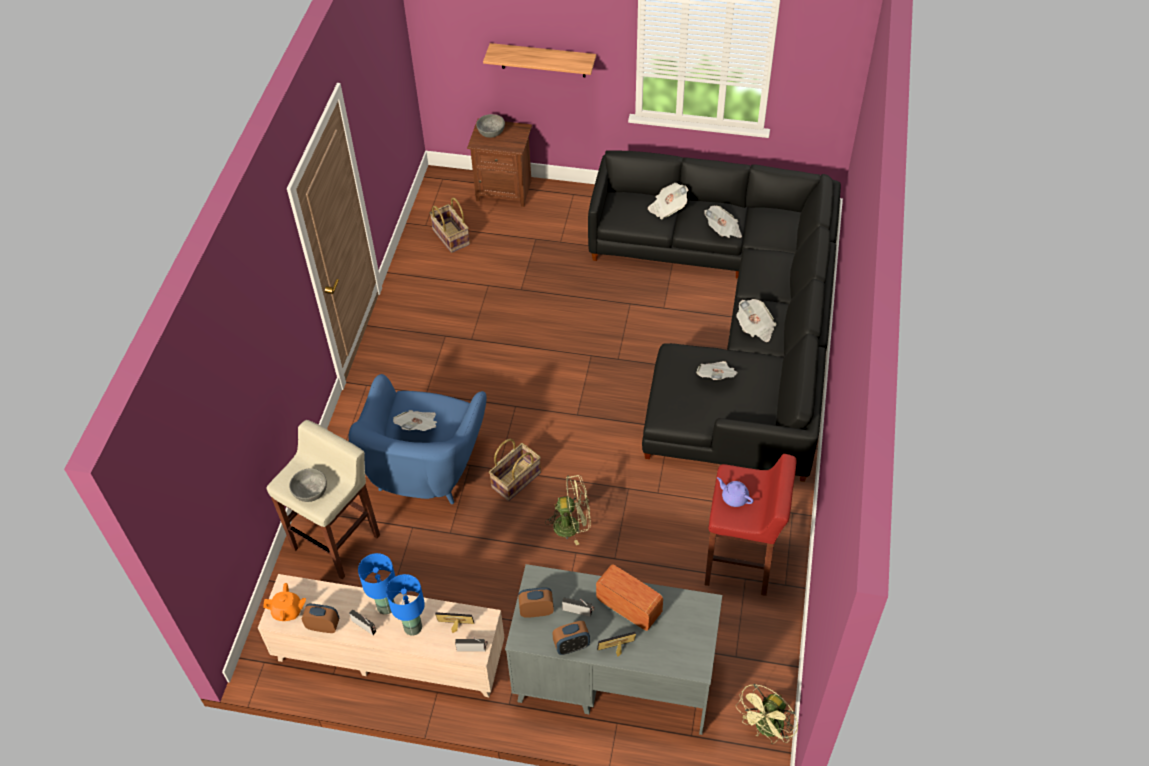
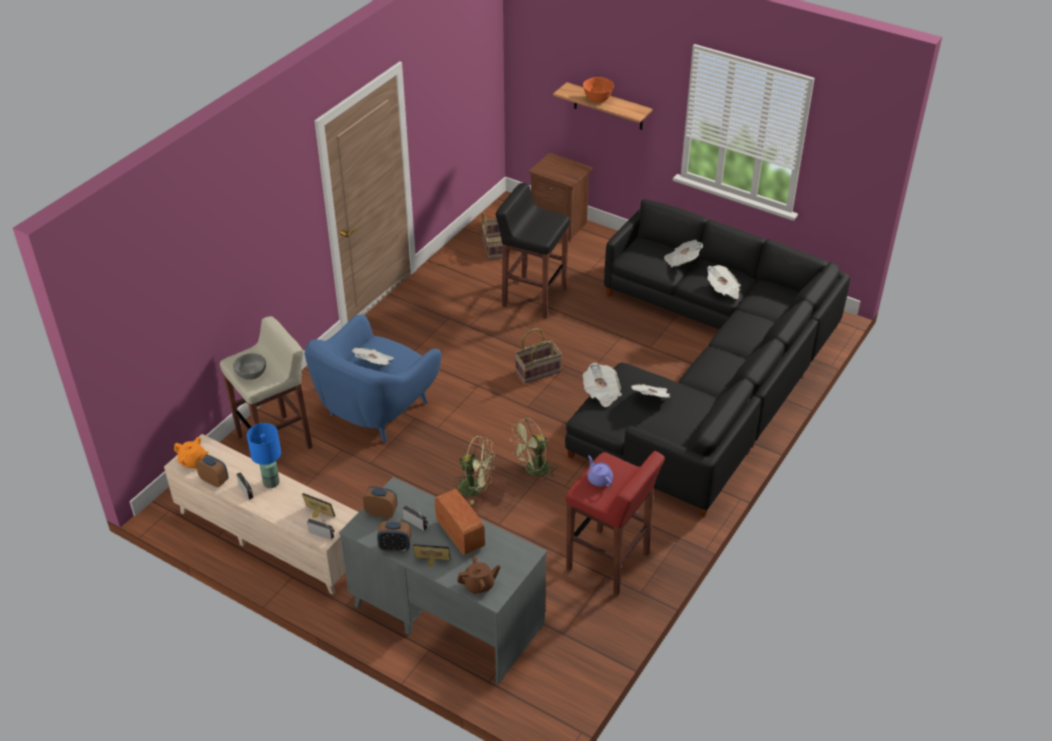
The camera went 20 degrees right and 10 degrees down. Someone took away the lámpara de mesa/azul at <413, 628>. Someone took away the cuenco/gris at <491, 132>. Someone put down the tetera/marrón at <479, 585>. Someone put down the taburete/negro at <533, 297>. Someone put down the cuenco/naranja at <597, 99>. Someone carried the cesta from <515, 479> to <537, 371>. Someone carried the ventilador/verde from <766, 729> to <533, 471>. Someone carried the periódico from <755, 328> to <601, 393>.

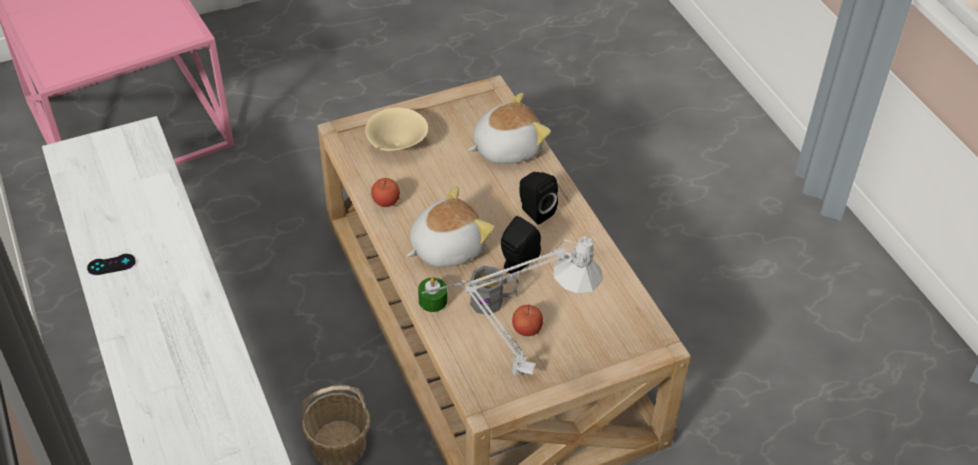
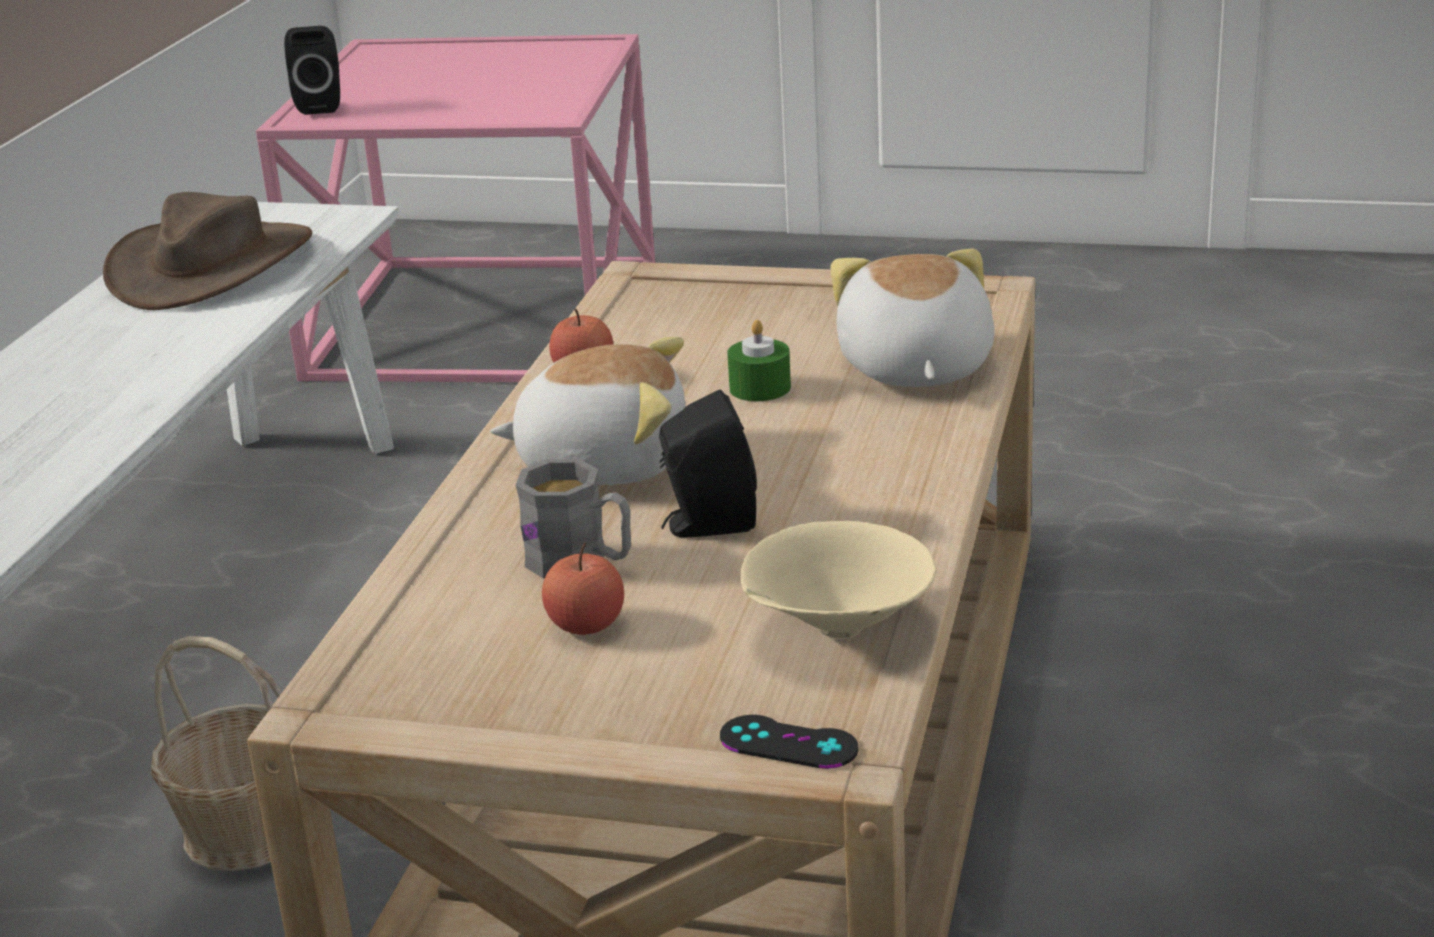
The camera went 40 degrees right and 20 degrees down. Someone took away the lámpara de mesa/gris at <504, 373>. Someone put down the sombrero/marrón at <211, 266>. Someone carried the mando de consola/negro from <111, 264> to <788, 743>. Someone carried the cuenco/beis from <396, 146> to <836, 628>. Someone carried the vela/verde from <433, 300> to <760, 388>. Someone carried the altavoz/negro from <534, 211> to <321, 106>. Someone rotated the peluche at <506, 148> by 105 degrees counterclockwise.

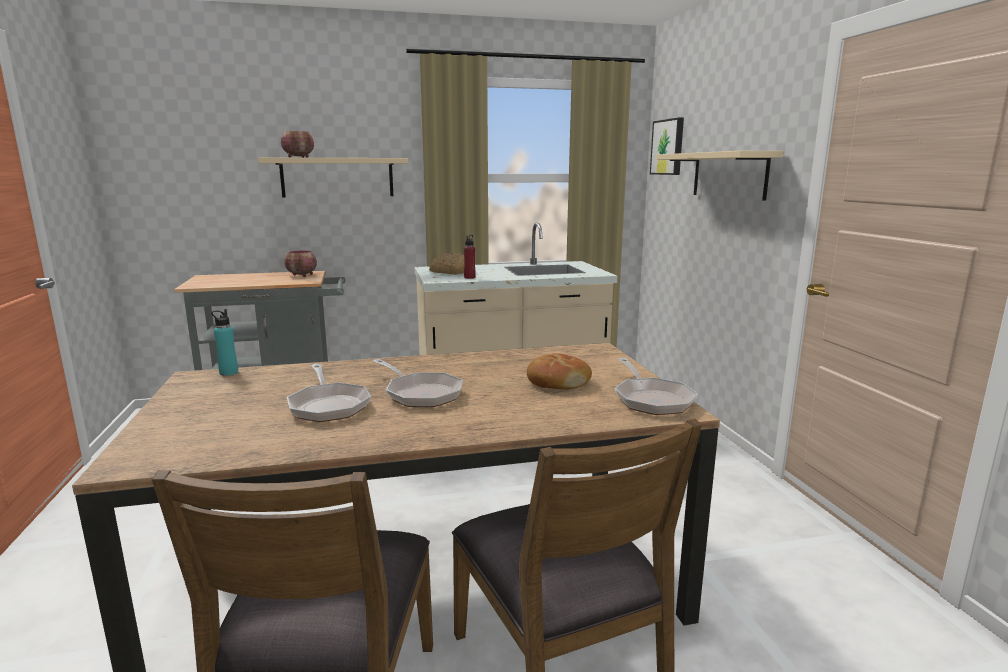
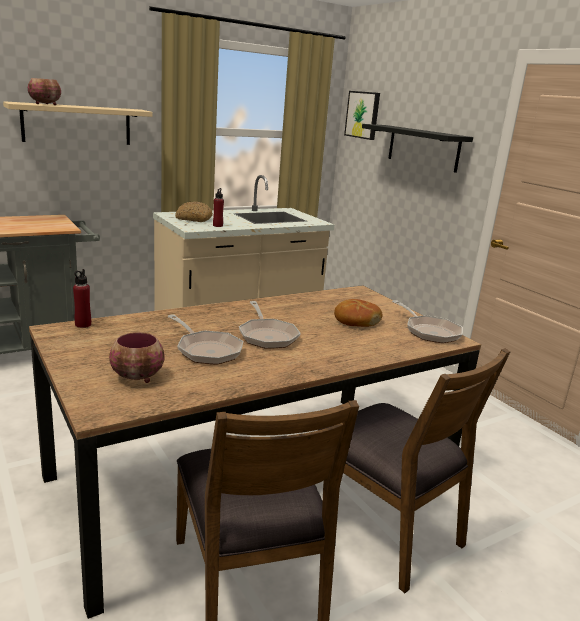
The camera went 20 degrees left and 5 degrees up. Someone carried the cuenco from <302, 275> to <138, 377>. Someone repainted the botella/turquesa at <228, 372>, which became the botella/rojo at <83, 324>. Someone repainted the estante/beis at <729, 175>, which became the estante/negro at <423, 148>. Someone rotated the sartén at <420, 393> by 45 degrees clockwise.

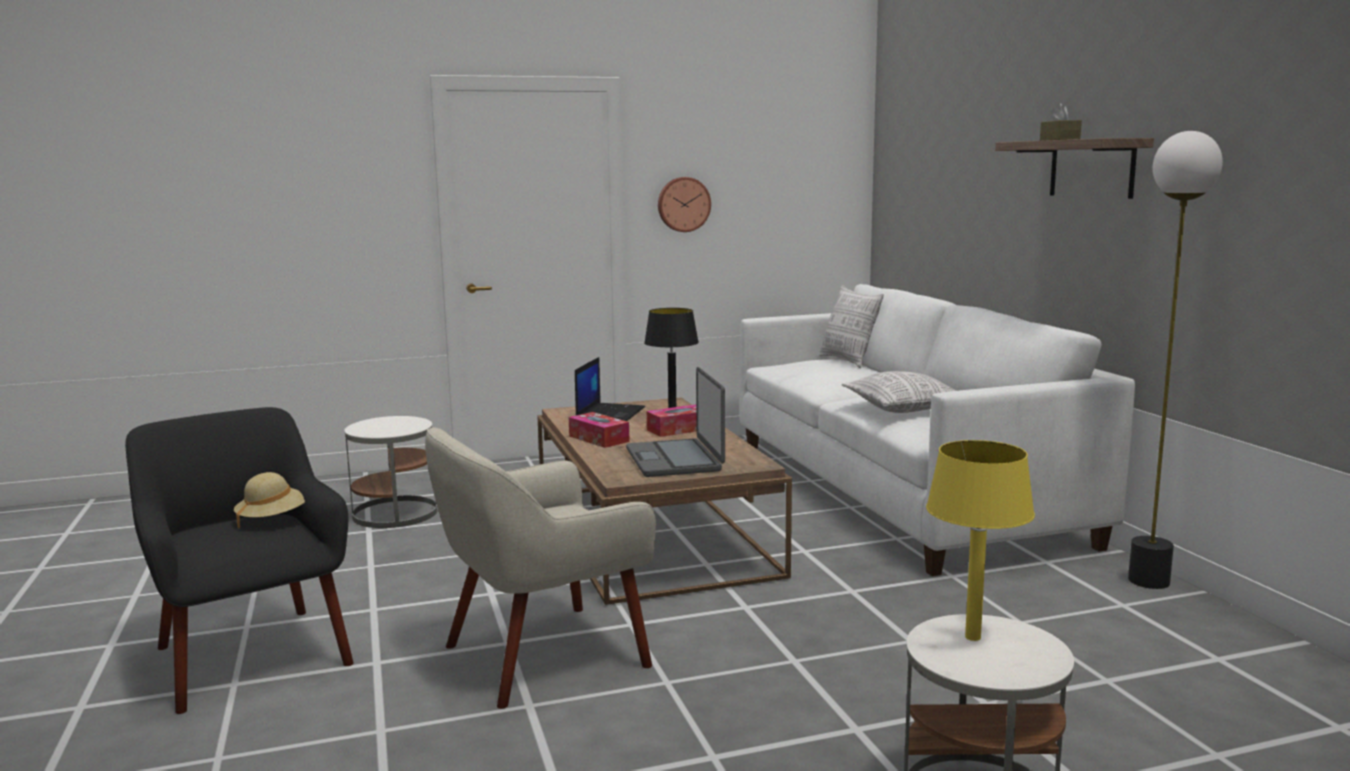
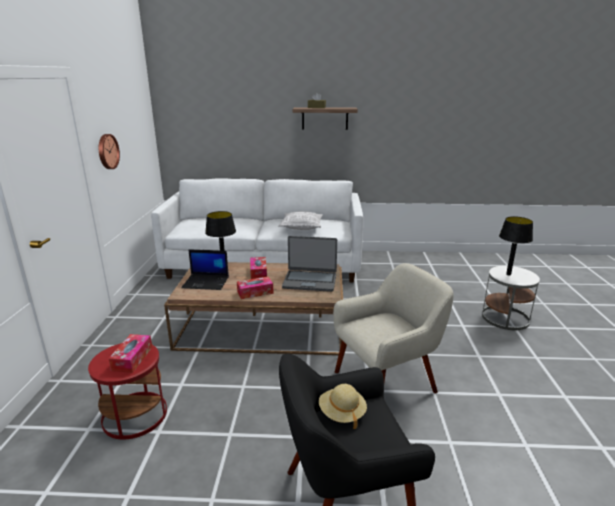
The camera went 70 degrees left and 10 degrees up. Someone took away the cojín at <848, 361>. Someone took away the lámpara de pie at <1149, 581>. Someone put down the caja de pañuelos at <132, 358>. Someone repainted the mesa auxiliar/blanco at <395, 513>, which became the mesa auxiliar/rojo at <134, 415>. Someone repainted the lámpara de mesa/amarillo at <972, 637>, which became the lámpara de mesa/negro at <508, 274>. Someone rotated the sillón/beis at <541, 655> by 105 degrees counterclockwise. Someone rotated the portátil at <610, 414> by 150 degrees clockwise.

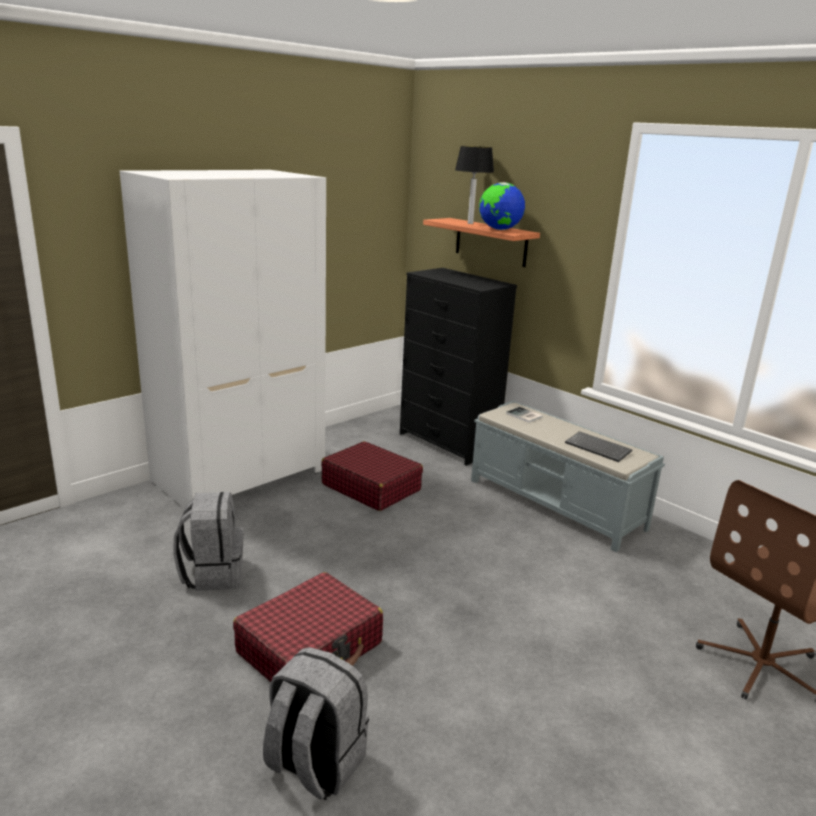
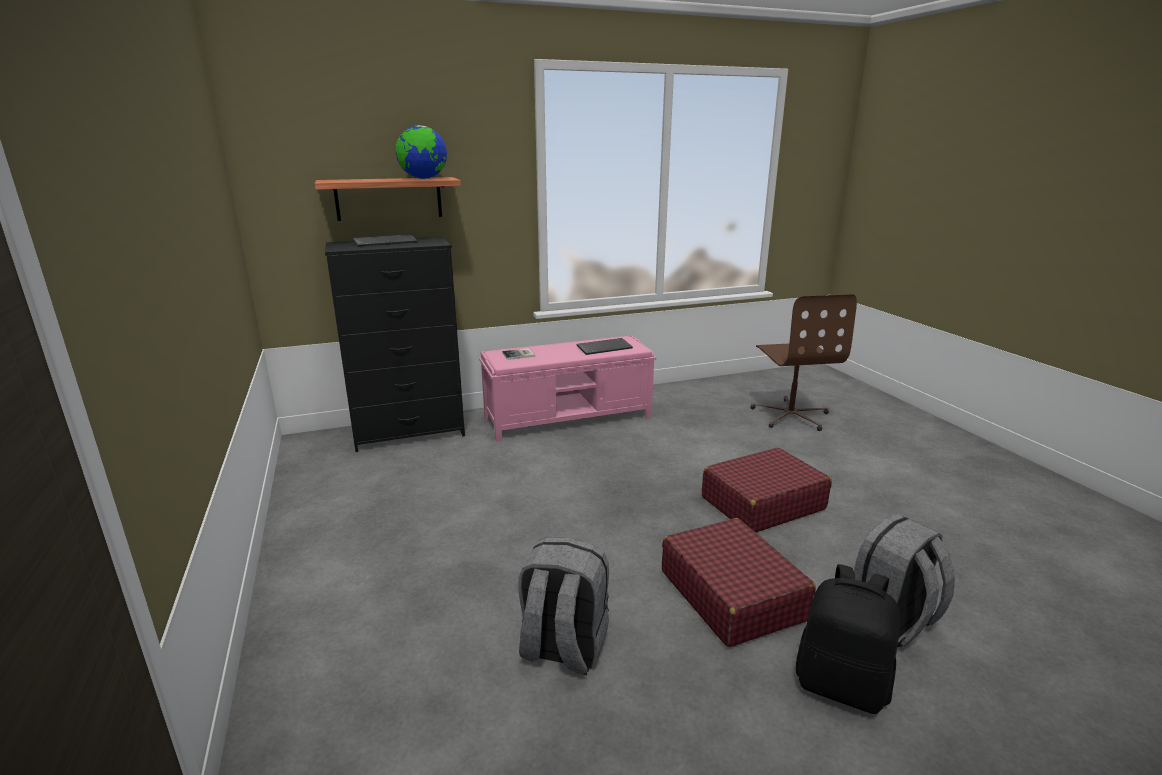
The camera went 65 degrees left and 0 degrees up. Someone took away the armario ropero/blanco at <240, 474>. Someone took away the lámpara de mesa at <470, 223>. Someone put down the teclado at <386, 242>. Someone put down the mochila/negro at <841, 685>. Someone carried the maleta/rojo from <371, 487> to <762, 503>. Someone repainted the banco/gris at <556, 504>, which became the banco/rosa at <569, 417>.

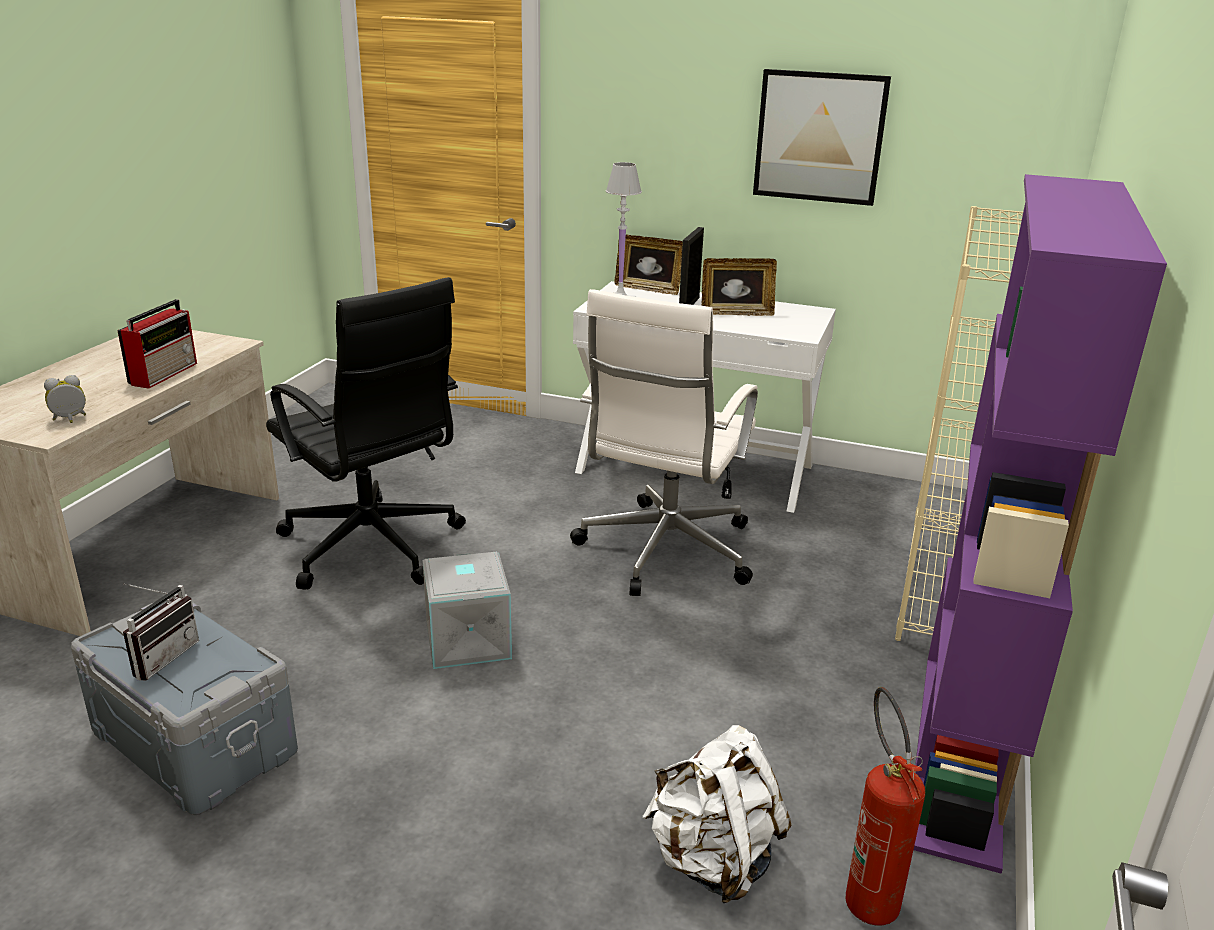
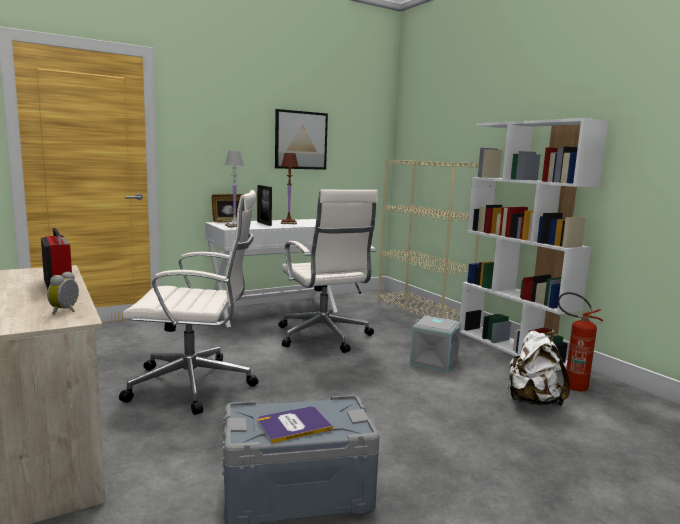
The camera went 50 degrees left and 15 degrees down. Someone carried the caja de almacenaje/gris from <466, 640> to <433, 361>. Someone swapped the radio at <161, 657> for the libro at <293, 425>. Someone swapped the portarretratos at <736, 313> for the lámpara de mesa/marrón at <288, 223>. Someone repainted the silla de oficina/negro at <373, 548>, which became the silla de oficina/blanco at <195, 385>. Someone repainted the estantería/morado at <961, 754>, which became the estantería/blanco at <513, 347>.

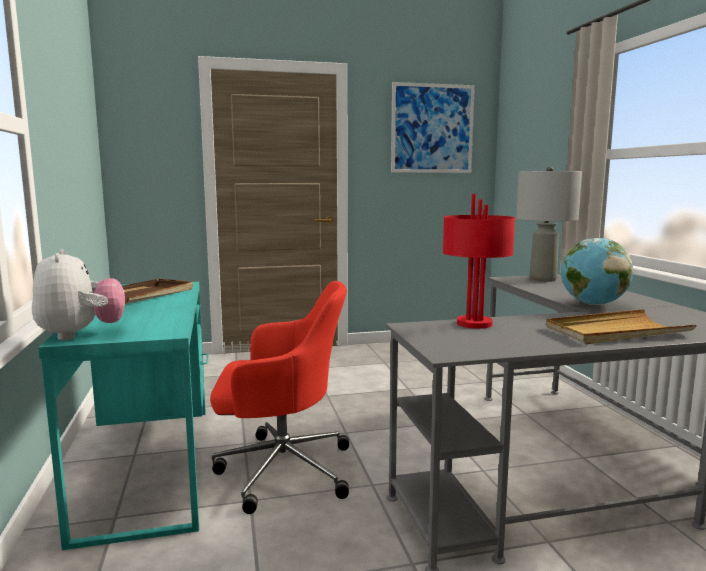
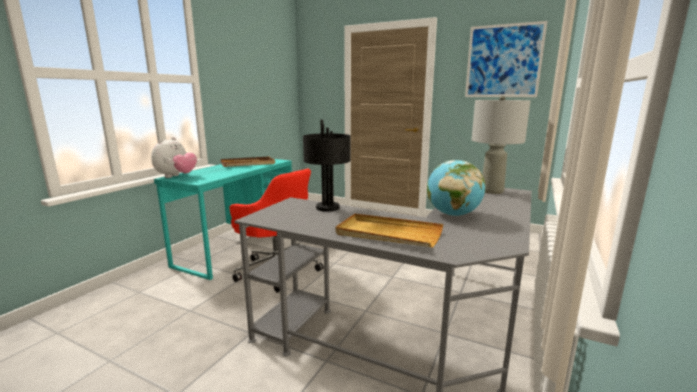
The camera went 40 degrees right and 5 degrees up. Someone repainted the lámpara de mesa/rojo at <474, 323>, which became the lámpara de mesa/negro at <328, 207>.

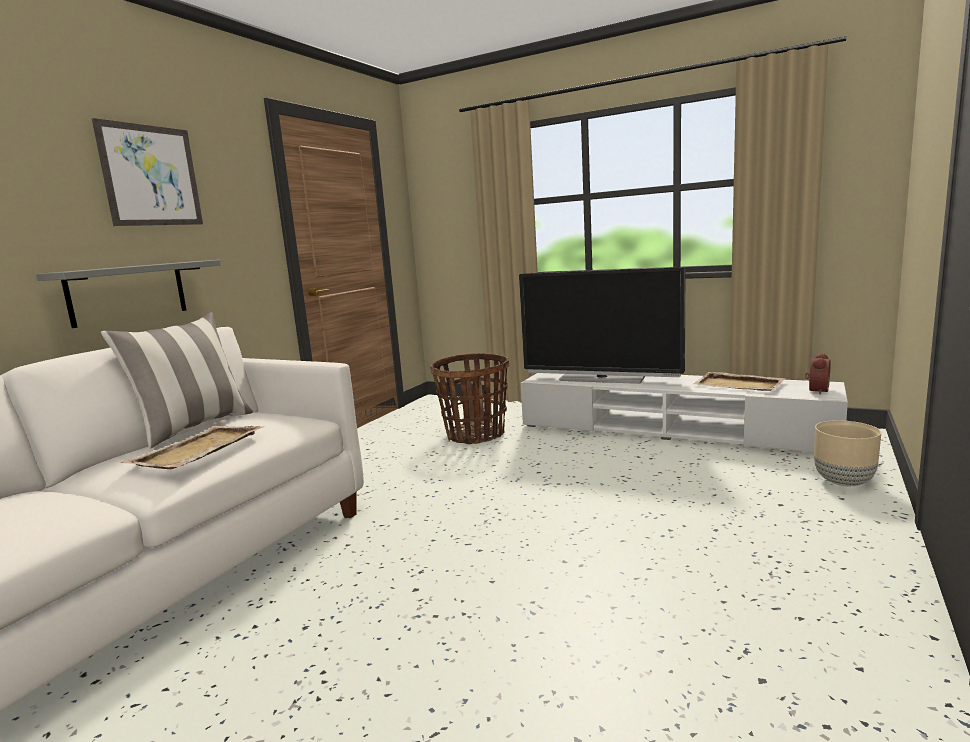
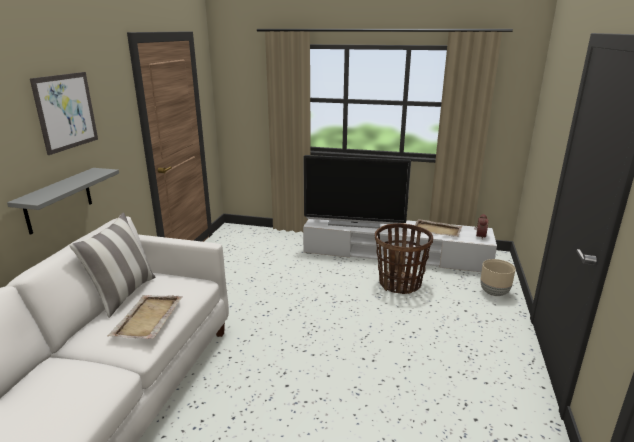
The camera went 15 degrees left and 10 degrees up. Someone carried the cesta from <475, 435> to <400, 284>.

